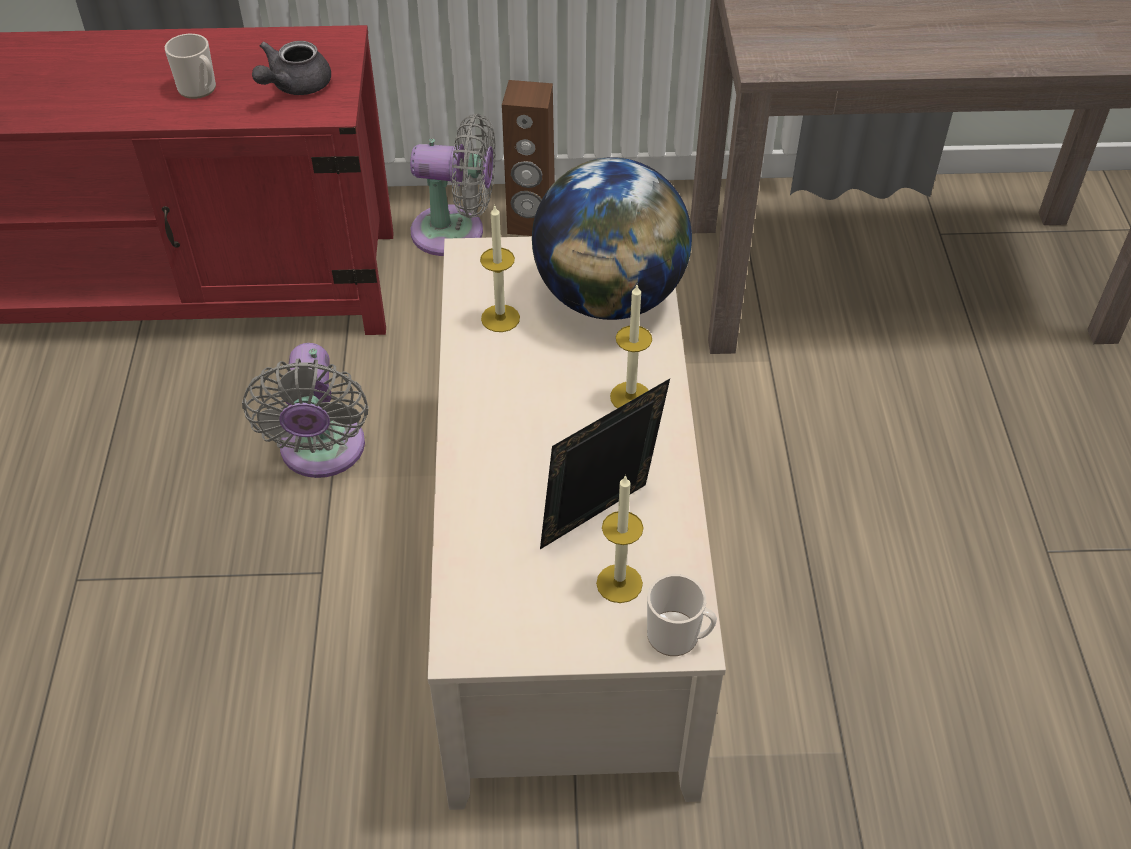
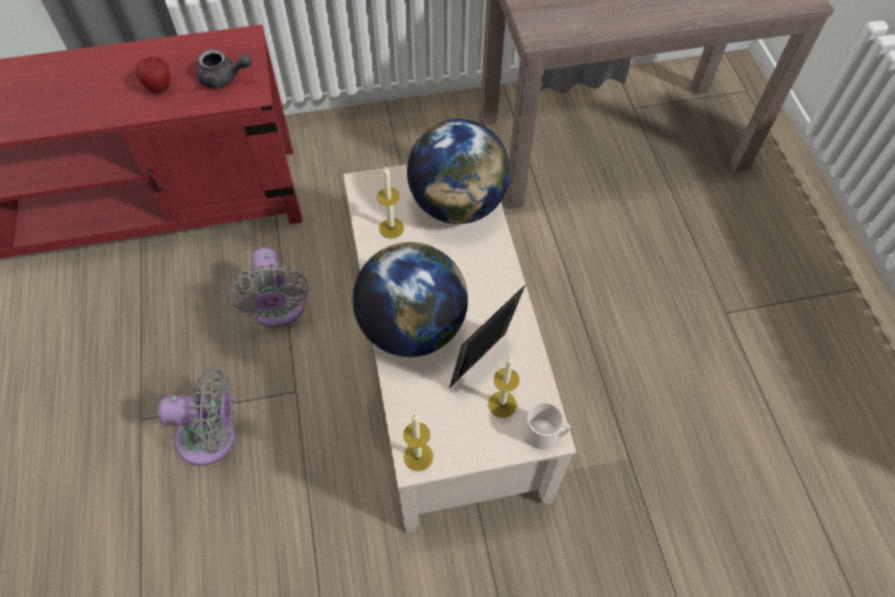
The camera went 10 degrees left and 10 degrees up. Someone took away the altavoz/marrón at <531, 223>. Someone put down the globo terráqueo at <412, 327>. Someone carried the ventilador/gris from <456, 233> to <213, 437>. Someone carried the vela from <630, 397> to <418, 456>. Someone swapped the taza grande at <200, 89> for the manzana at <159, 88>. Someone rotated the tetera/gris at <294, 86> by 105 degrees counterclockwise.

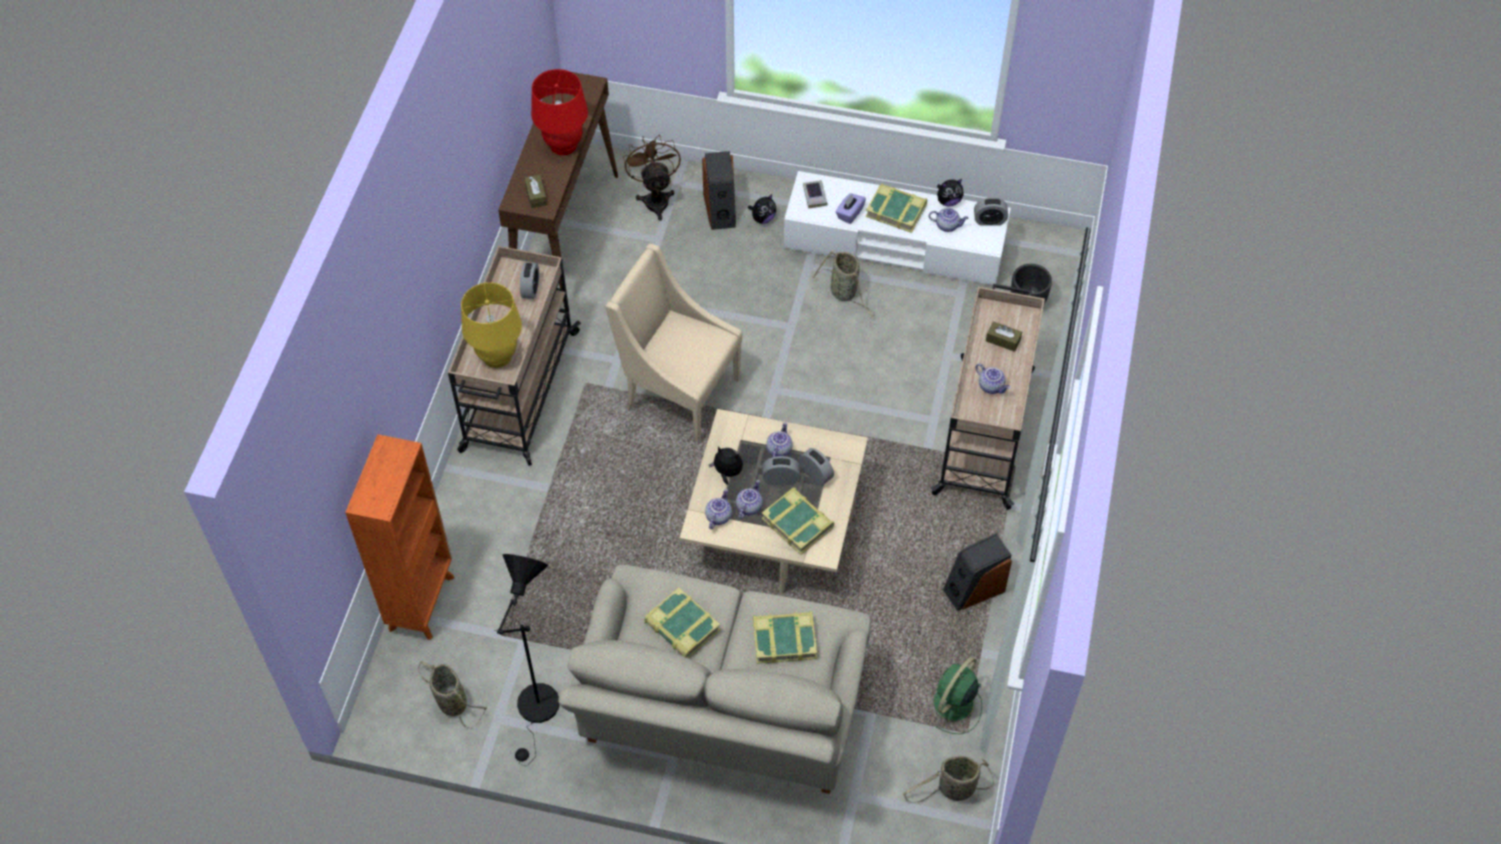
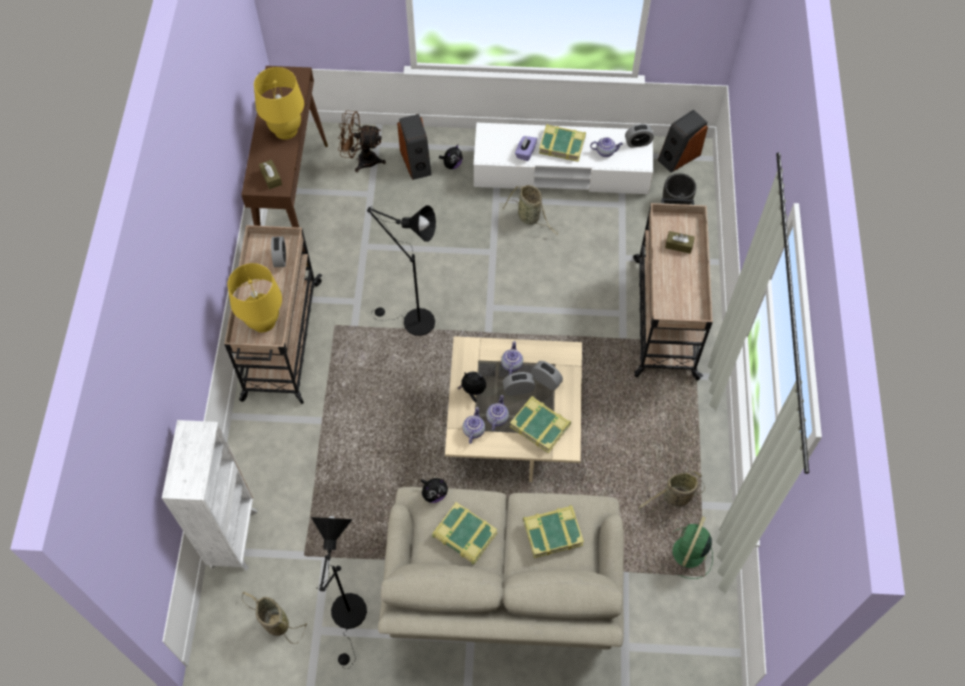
The camera went 10 degrees left and 5 degrees up. Someone took away the libro at <815, 196>. Someone took away the tetera at <991, 386>. Someone carried the cesta from <953, 789> to <675, 498>. Someone carried the peluche from <948, 201> to <434, 494>. Someone carried the altavoz from <973, 589> to <678, 156>. Someone swapped the sillón/beis at <678, 393> for the lámpara de pie/negro at <412, 322>. Someone repainted the estantería/naranja at <422, 601>, which became the estantería/blanco at <234, 537>. Someone repainted the lámpara de mesa/rojo at <563, 145>, which became the lámpara de mesa/amarillo at <285, 130>. Someone rotated the ventilador/marrón at <655, 198> by 60 degrees counterclockwise.

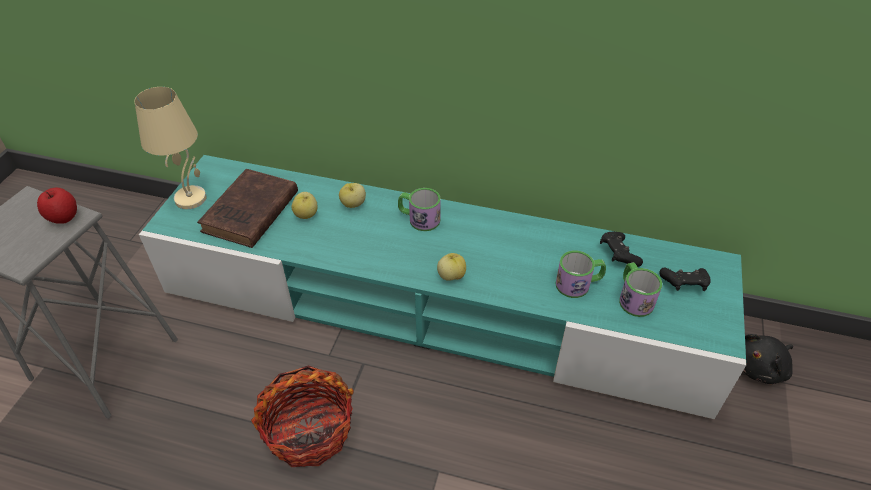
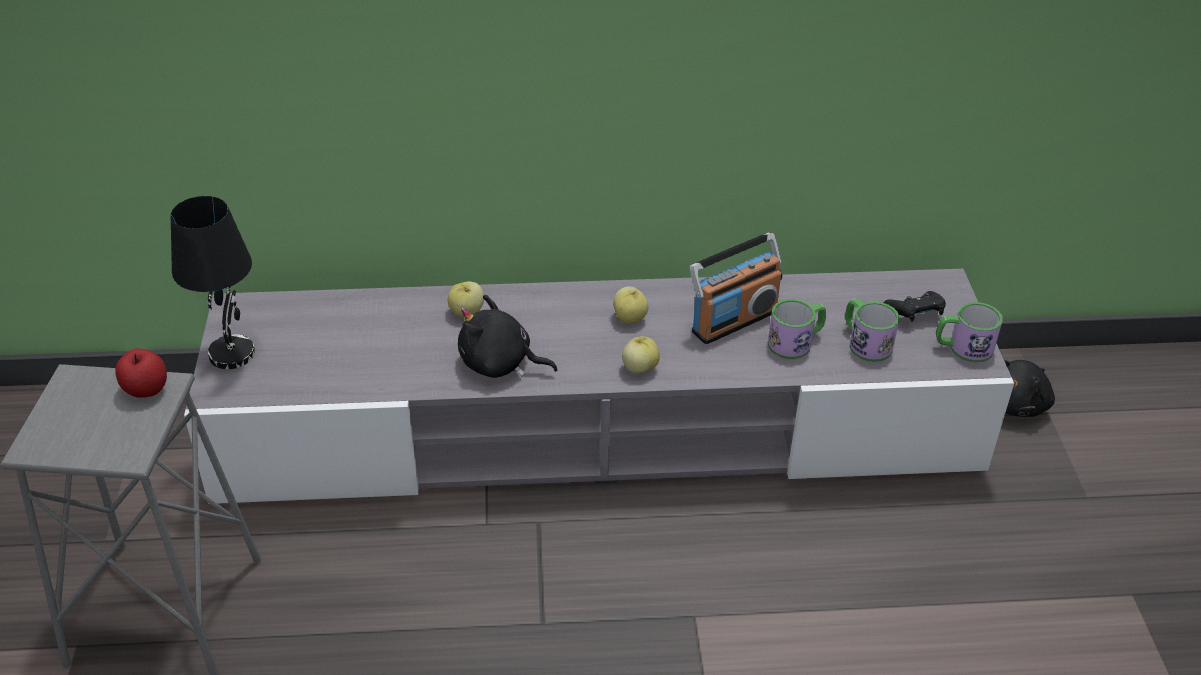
The camera went 20 degrees left and 5 degrees down. Someone took away the libro/marrón at <249, 214>. Someone took away the cesta at <309, 430>. Someone took away the mando de consola/negro at <618, 255>. Someone put down the peluche/negro at <500, 364>. Someone put down the radio at <733, 321>. Someone carried the manzana from <306, 214> to <630, 318>. Someone carried the taza grande from <419, 219> to <963, 347>. Someone repainted the lámpara de mesa/beis at <191, 198>, which became the lámpara de mesa/negro at <231, 353>. Someone repainted the mueble de televisión/turquesa at <436, 306>, which became the mueble de televisión/gris at <600, 430>.

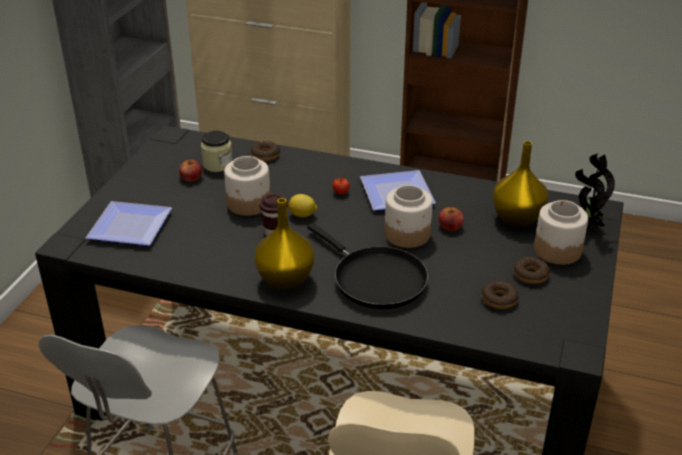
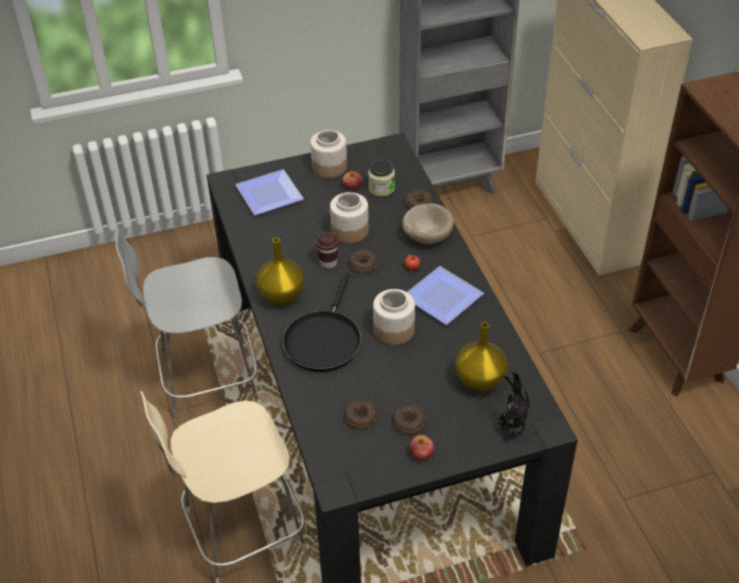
The camera went 55 degrees right and 10 degrees up. Someone put down the cuenco/beis at <427, 235>. Someone carried the manzana from <450, 226> to <421, 453>. Someone carried the tarro from <557, 250> to <330, 167>. Someone swapped the limón at <303, 215> for the rosquilla at <363, 264>.

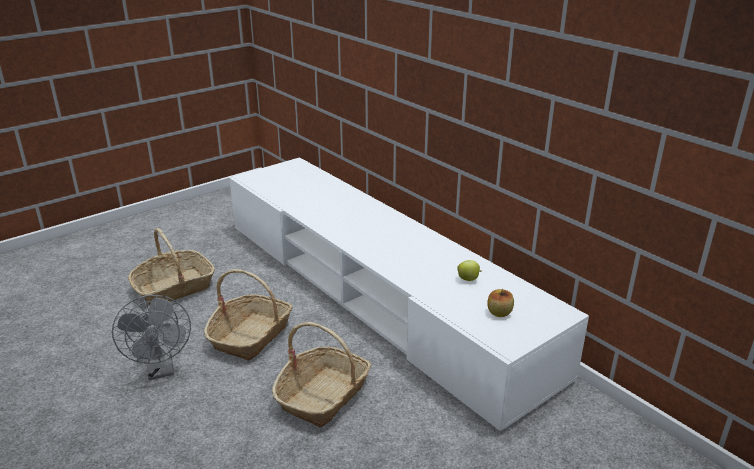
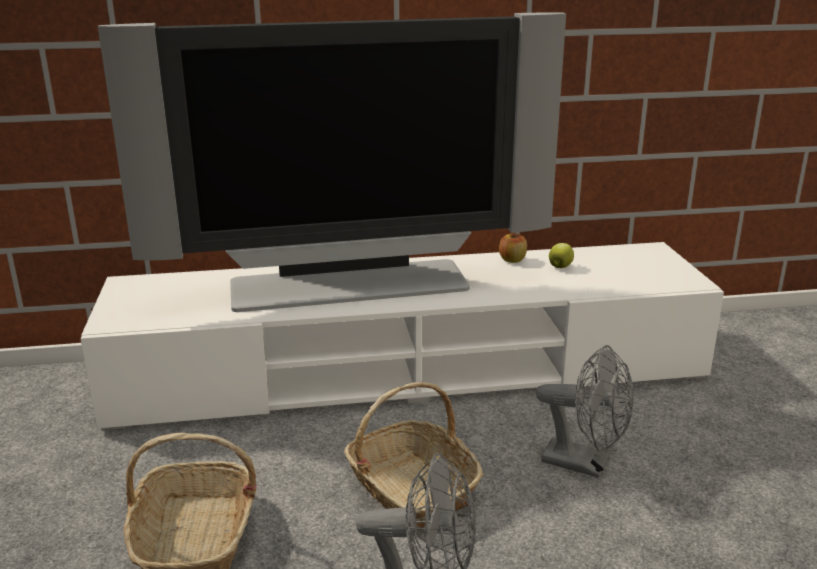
The camera went 60 degrees left and 5 degrees down. Someone put down the televisor at <350, 288>. Someone carried the manzana from <499, 313> to <512, 260>. Someone swapped the cesta at <323, 395> for the ventilador/gris at <585, 464>.

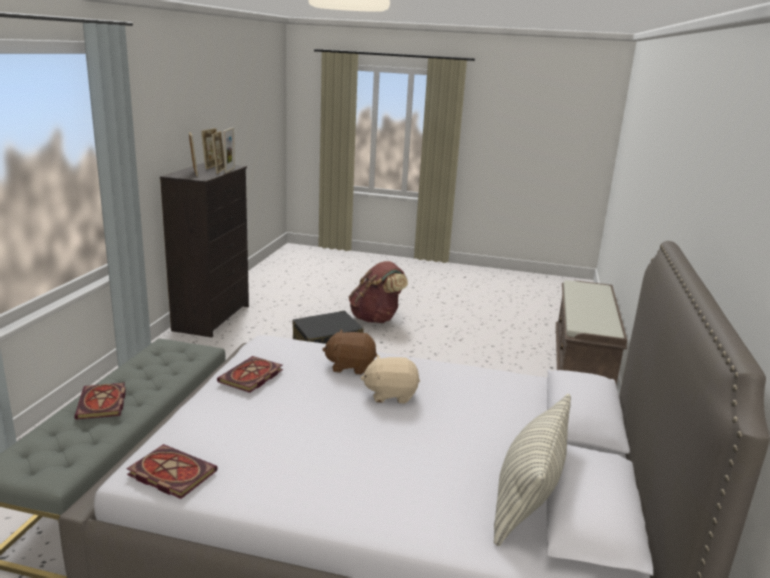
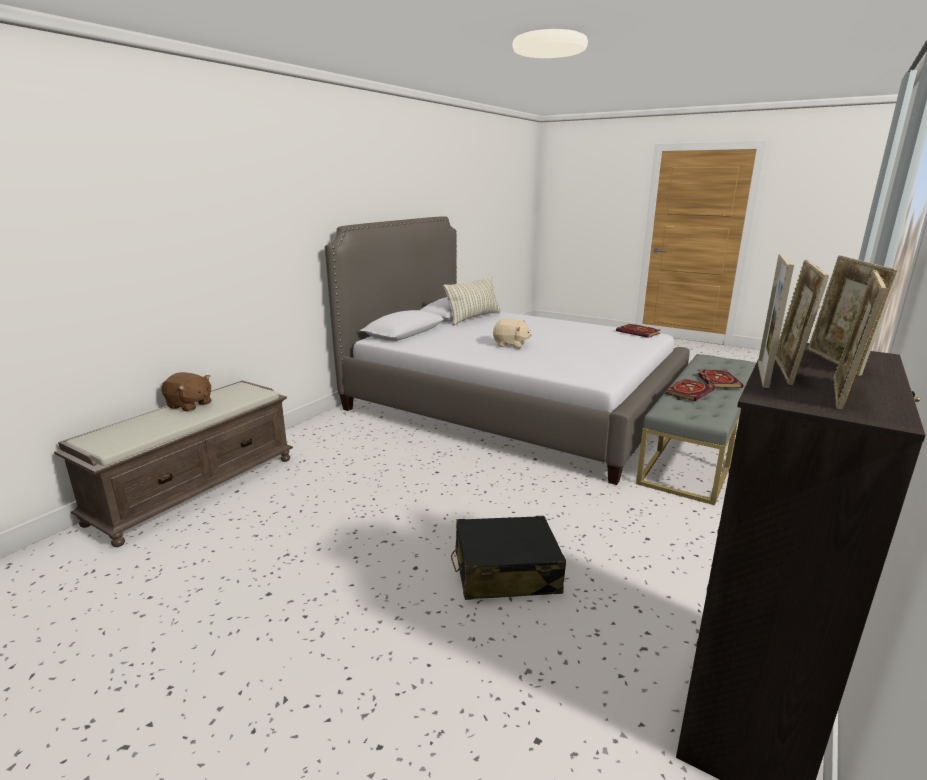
The camera went 160 degrees left and 0 degrees up. Someone took away the mochila/marrón at <376, 319>. Someone carried the libro from <251, 377> to <689, 391>. Someone carried the peluche/marrón from <350, 366> to <189, 405>.

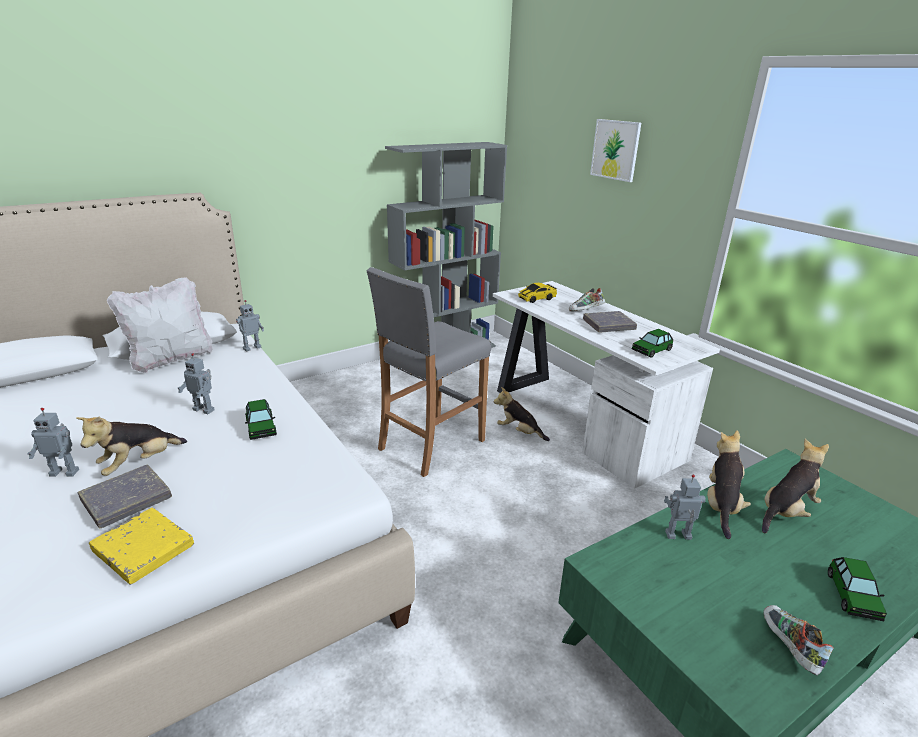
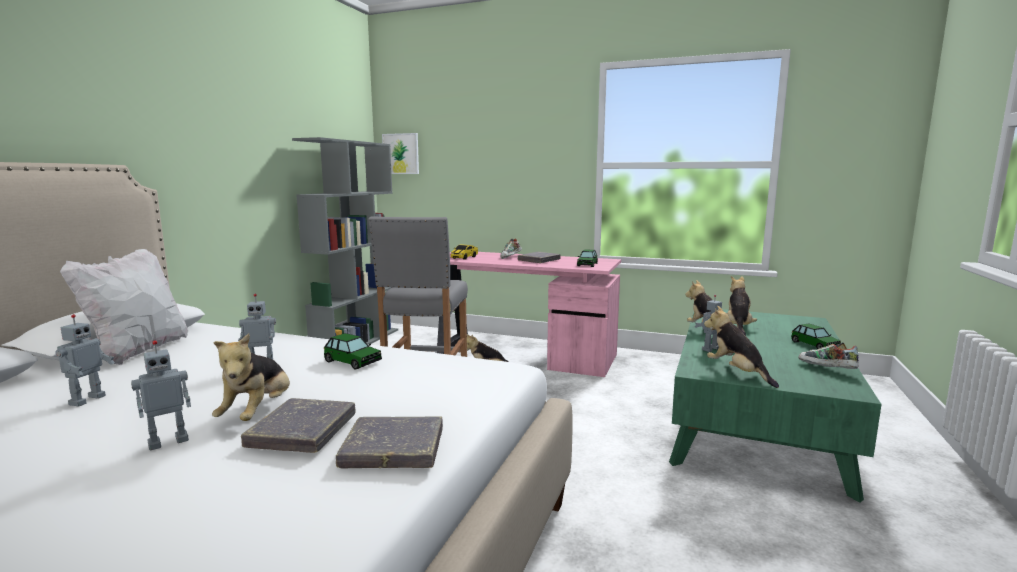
The camera went 35 degrees left and 15 degrees down. Someone put down the peluche at <737, 373>. Someone carried the robot de juguete from <252, 348> to <86, 400>. Someone carried the cuadro from <615, 150> to <401, 154>. Someone repainted the libro/amarillo at <143, 549>, which became the libro/gris at <393, 449>. Someone repainted the escritorio/blanco at <580, 421>, which became the escritorio/rosa at <522, 354>.

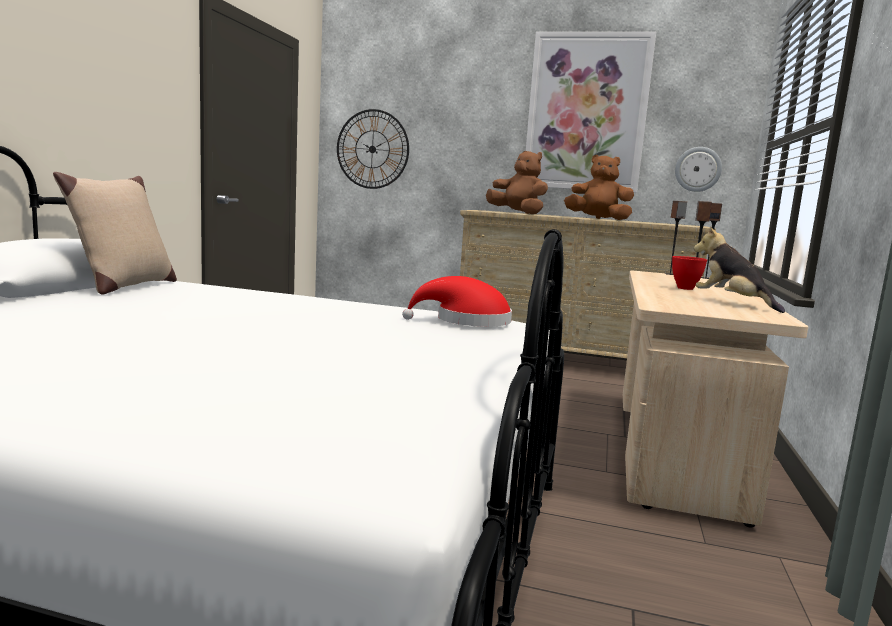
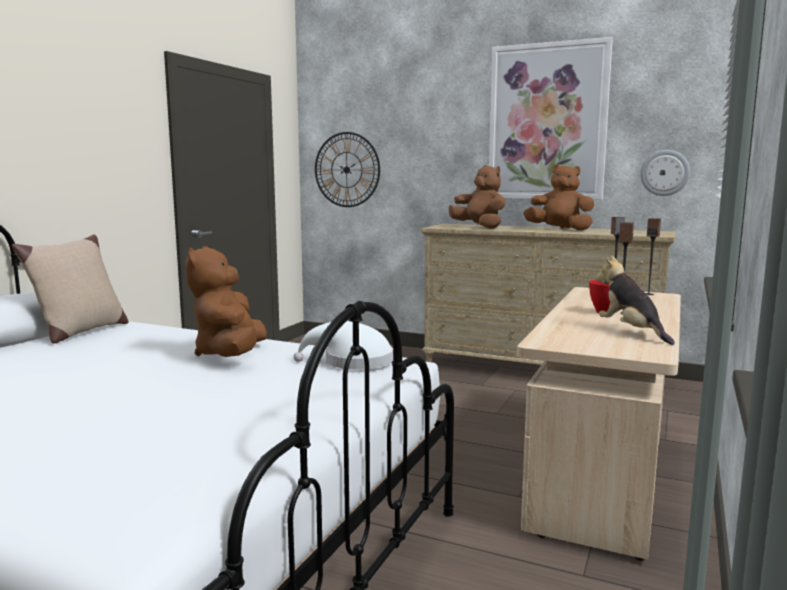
The camera went 10 degrees right and 0 degrees up. Someone put down the peluche/marrón at <230, 355>. Someone repainted the sombrero/rojo at <466, 321>, which became the sombrero/blanco at <352, 362>.

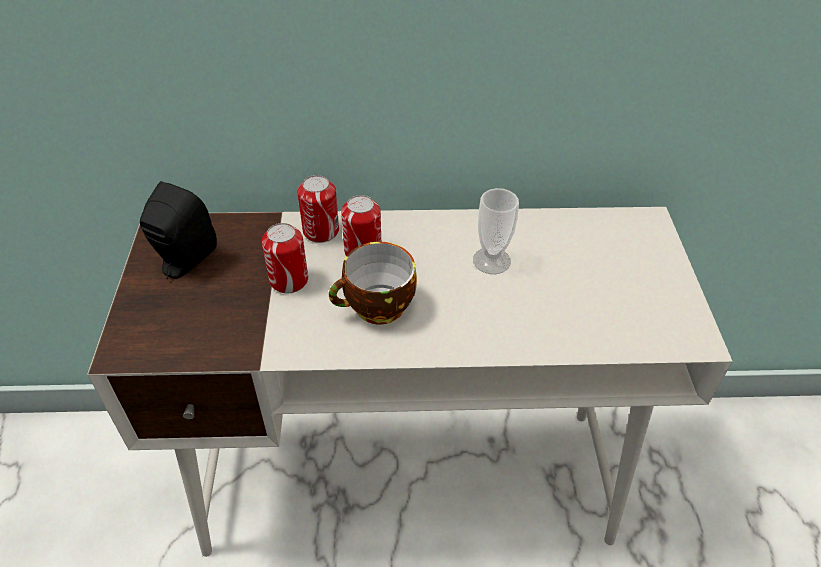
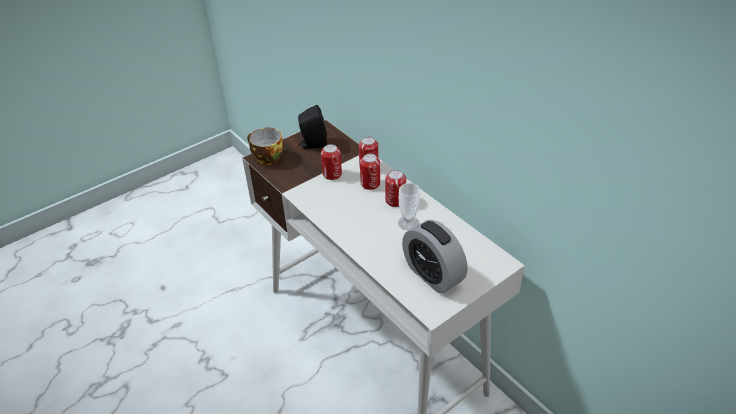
The camera went 55 degrees right and 5 degrees down. Someone put down the lata at <395, 200>. Someone put down the despertador at <432, 274>. Someone carried the taza from <377, 308> to <266, 158>.

